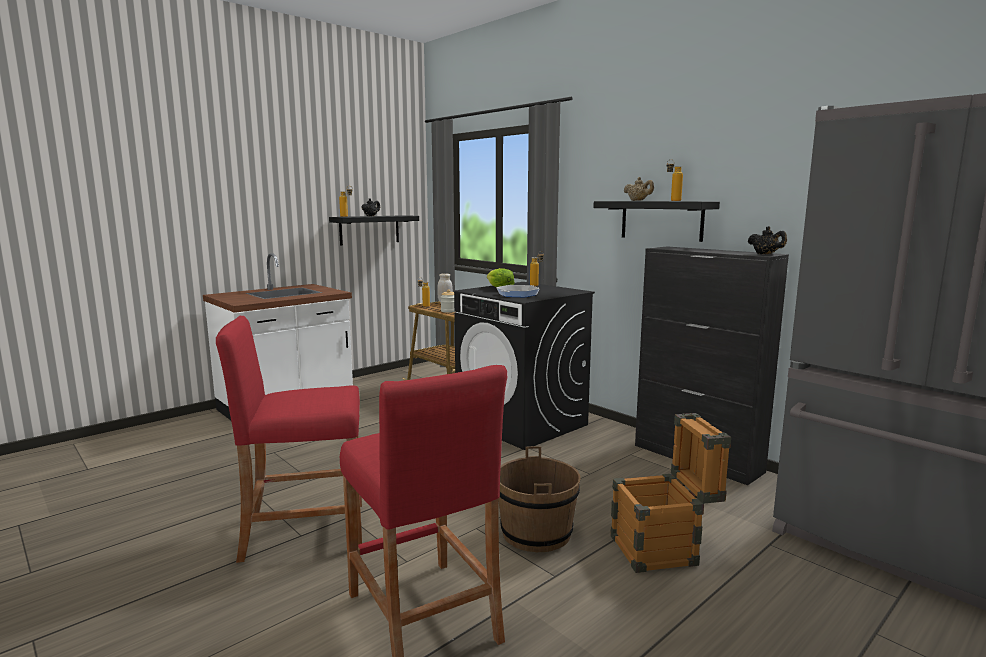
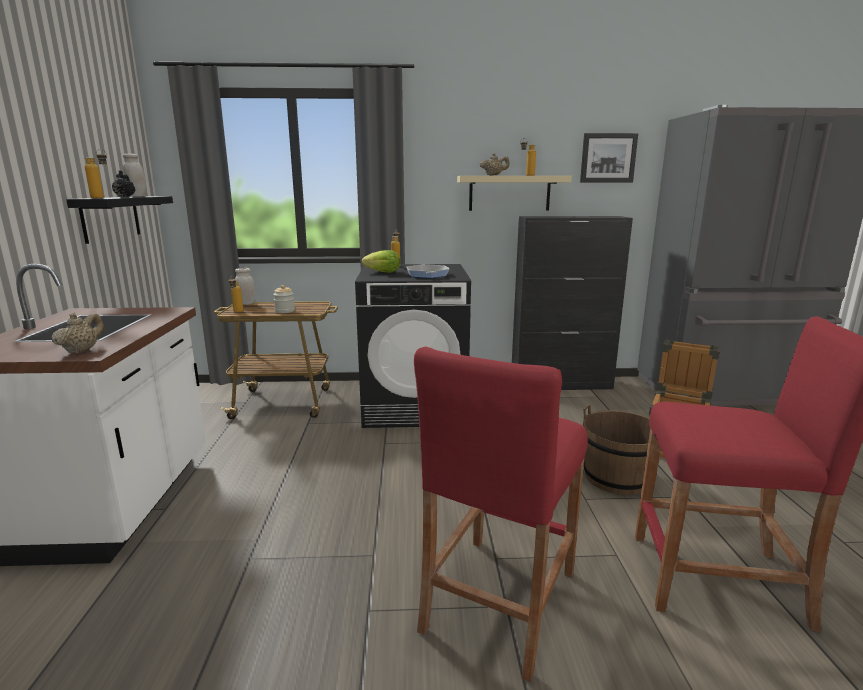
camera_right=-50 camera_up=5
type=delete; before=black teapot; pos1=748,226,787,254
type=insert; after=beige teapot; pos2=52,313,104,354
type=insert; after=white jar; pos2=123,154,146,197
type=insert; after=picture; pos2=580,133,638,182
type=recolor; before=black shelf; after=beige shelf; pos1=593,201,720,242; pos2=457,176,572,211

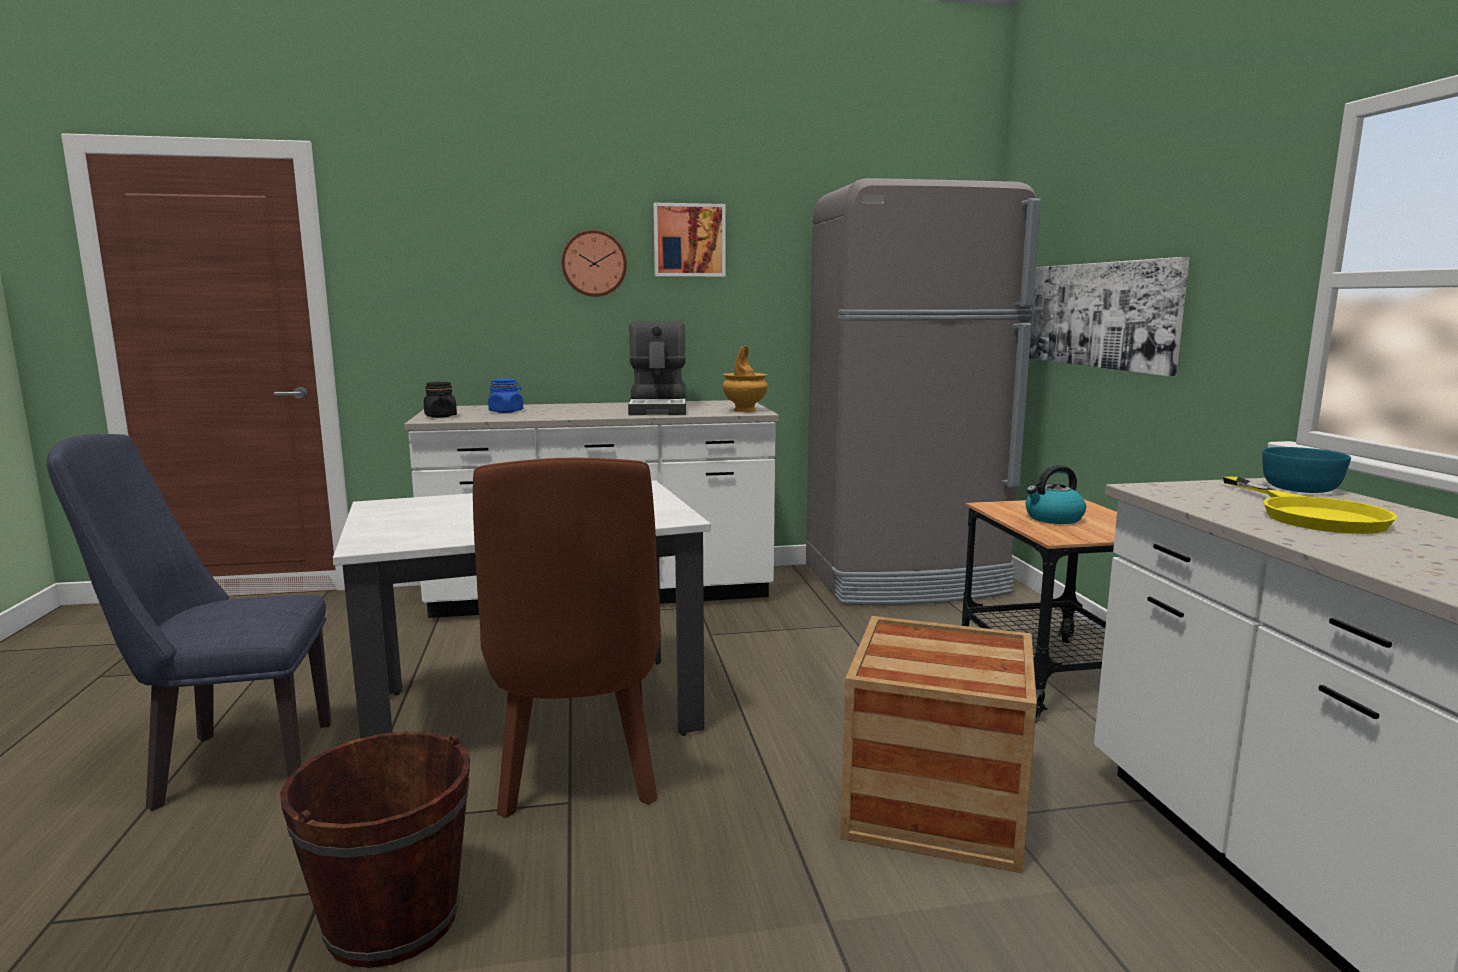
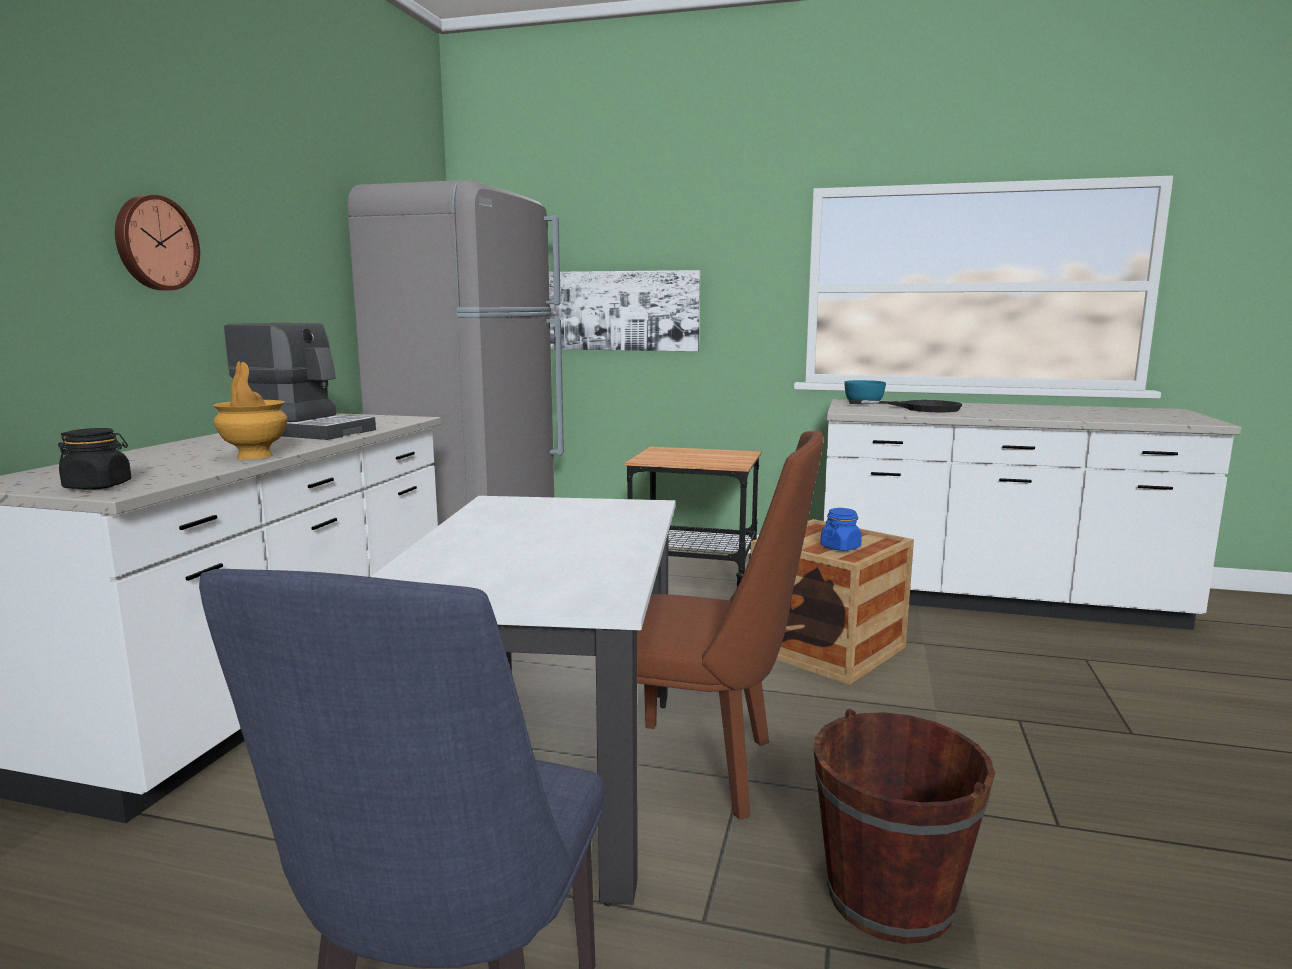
camera_right=-65 camera_up=0
type=delete; before=picture; pos1=653,203,725,277
type=delete; before=kettle; pos1=1026,465,1086,524
type=move; before=blue jar; pos1=488,378,523,413; pos2=821,508,862,551
type=move; before=brown vase; pos1=722,346,768,412; pos2=213,361,288,459
type=recolor; before=yellow frying pan; after=black frying pan; pos1=1223,477,1397,534; pos2=849,400,962,412

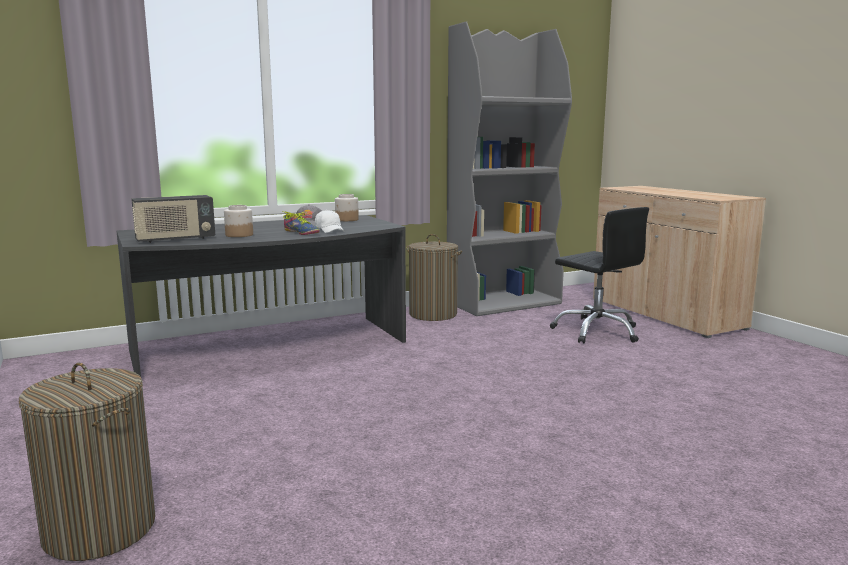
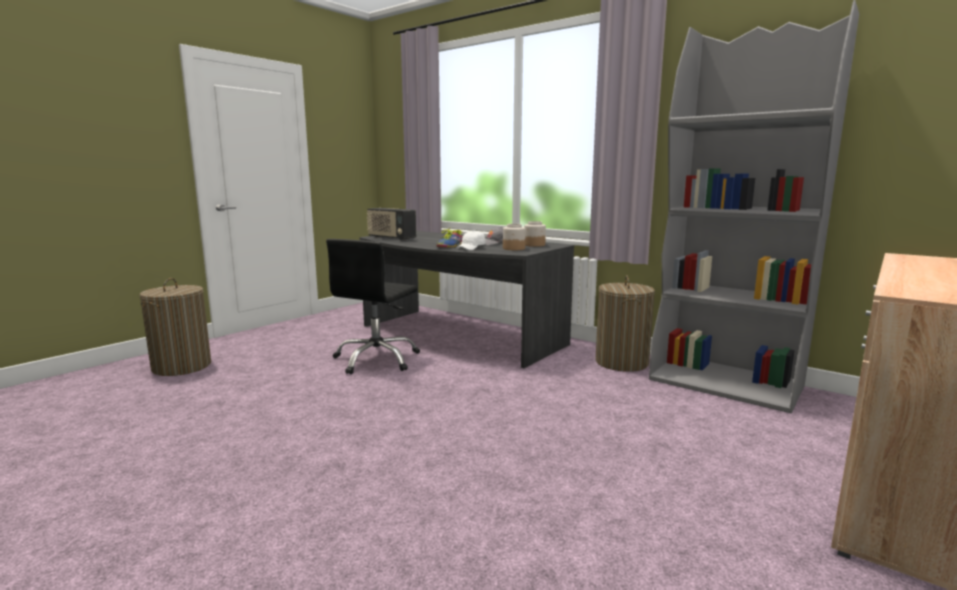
camera_right=65 camera_up=0
type=move; before=jar; pos1=224,205,253,237; pos2=503,224,526,250
type=move; before=black office chair; pos1=550,207,649,343; pos2=326,239,420,374

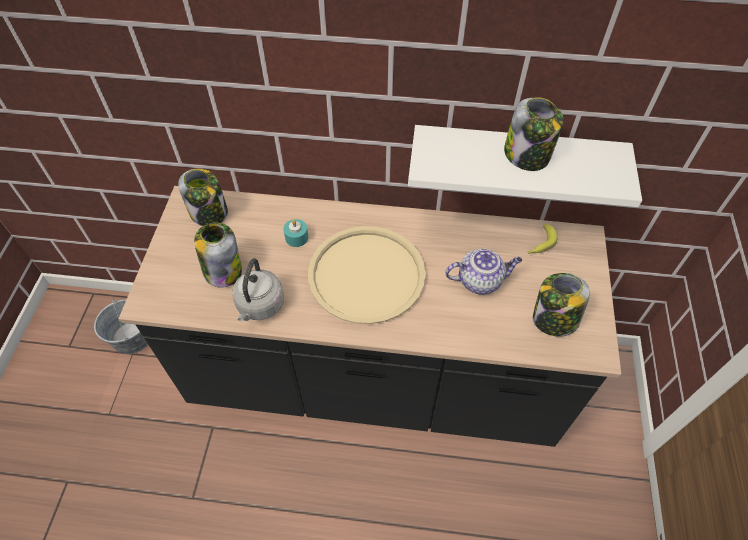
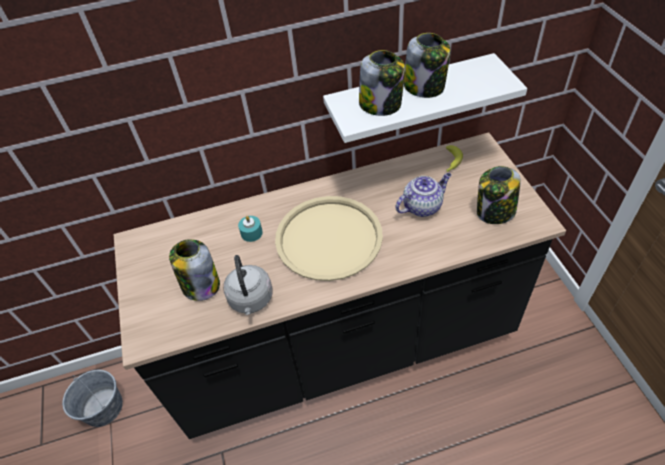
camera_right=-20 camera_up=-5
type=move; before=jar; pos1=178,169,228,226; pos2=359,50,405,116

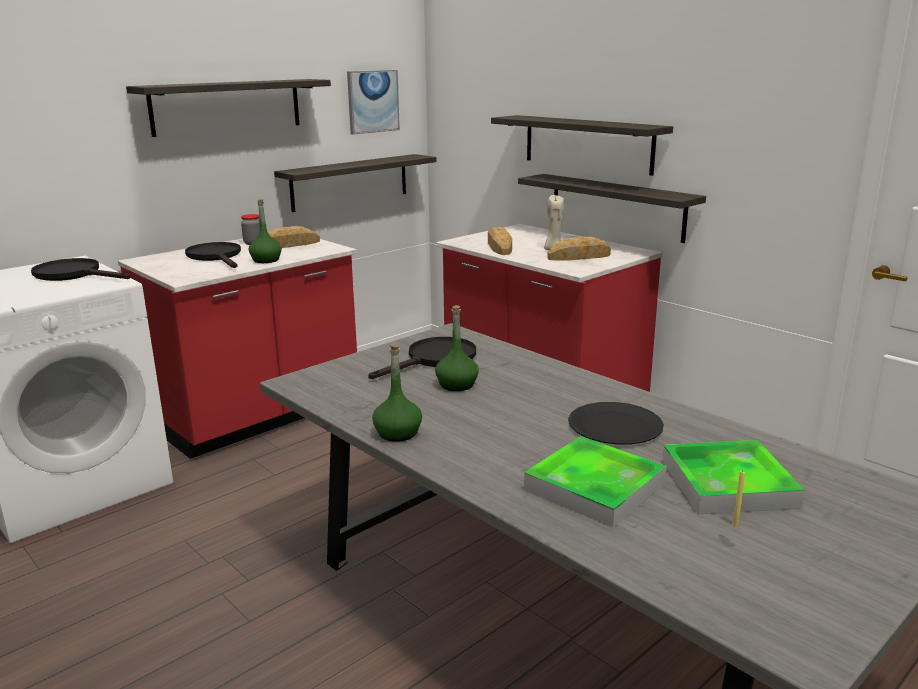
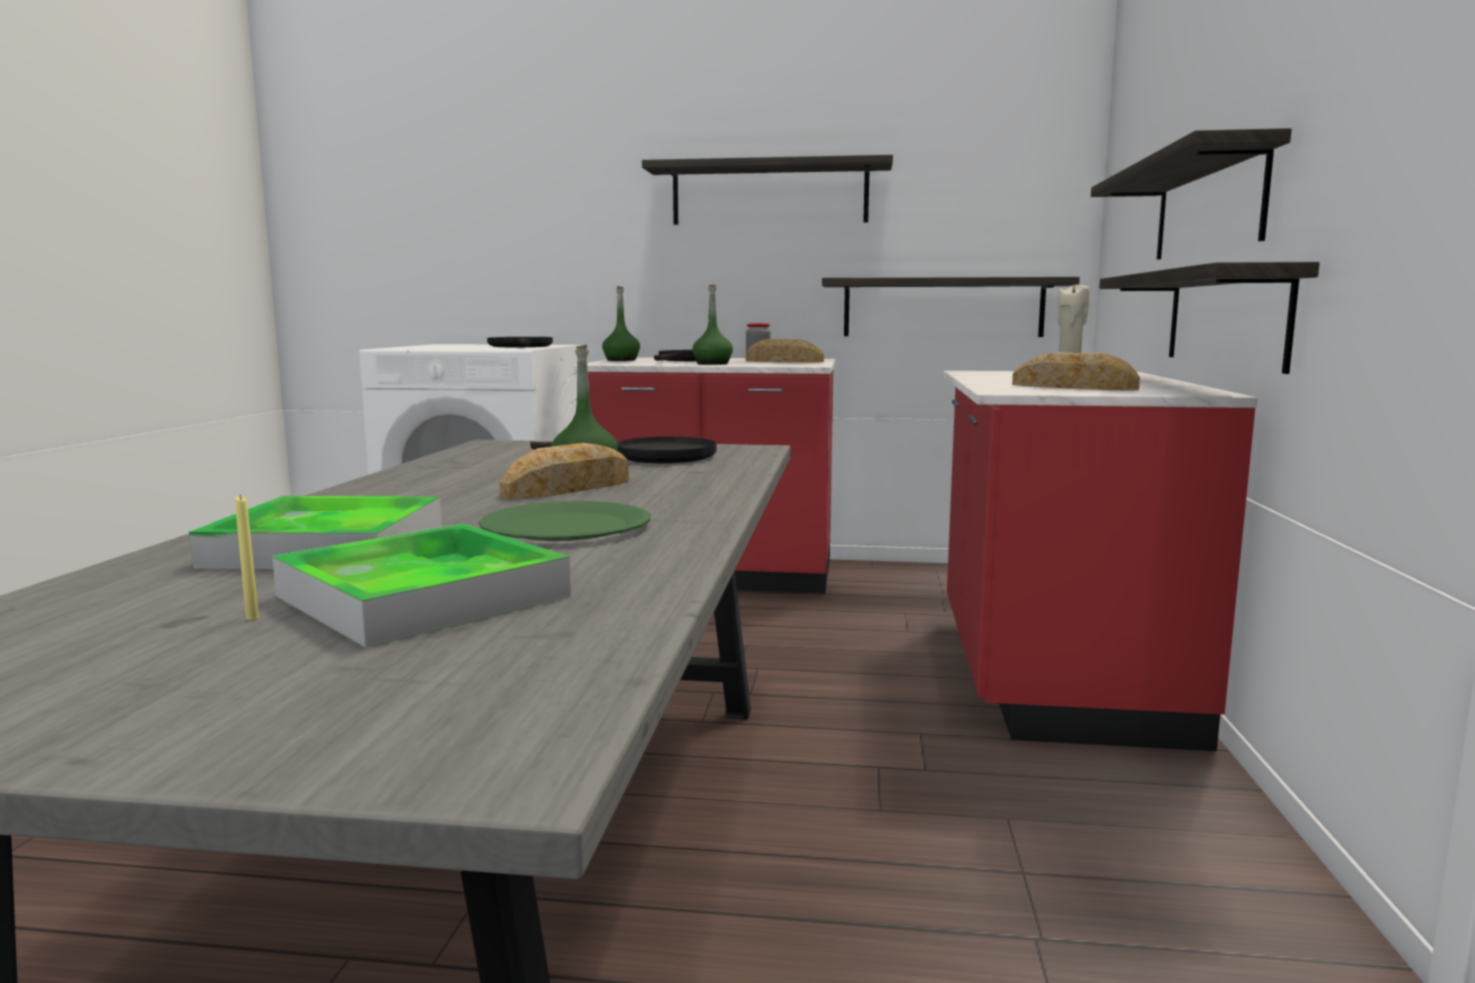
camera_right=50 camera_up=-10
type=delete; before=picture; pos1=347,70,400,135
type=move; before=green bottle; pos1=372,344,422,442; pos2=602,286,640,361
type=move; before=bread; pos1=488,227,512,255; pos2=500,443,629,499
type=recolor; before=black plate; after=green plate; pos1=568,402,664,445; pos2=479,501,651,541

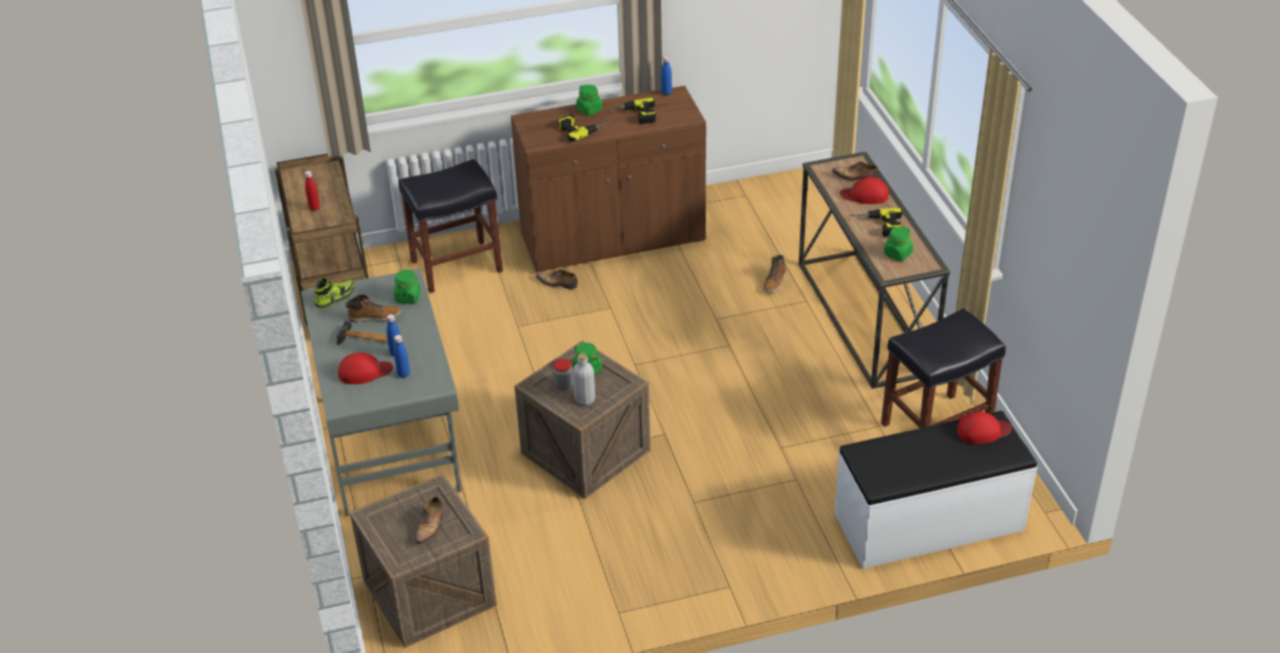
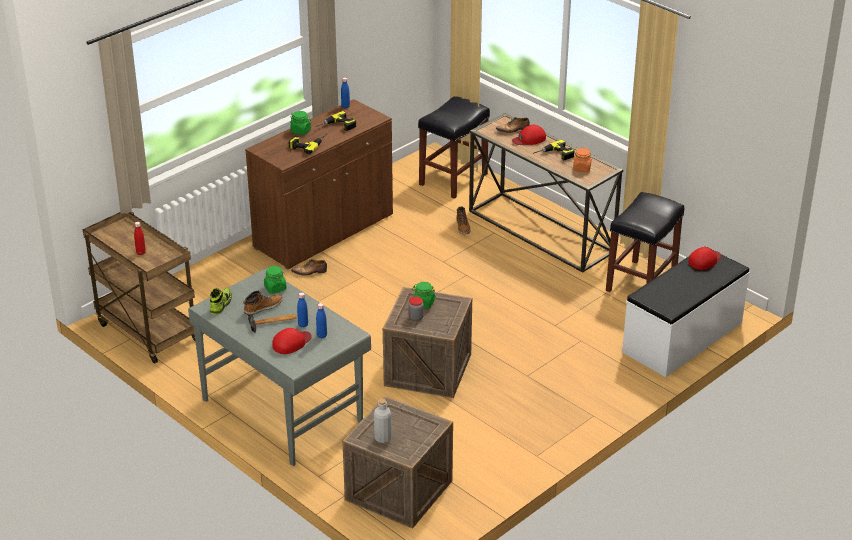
camera_right=-30 camera_up=-5
type=delete; before=shoe; pos1=415,497,444,544
type=move; before=black stool; pos1=398,159,503,293; pos2=418,96,490,199
type=move; before=grey bottle; pos1=573,353,595,405; pos2=374,399,392,443
type=recolor; before=green jar; after=orange jar; pos1=884,227,913,261; pos2=573,147,591,172

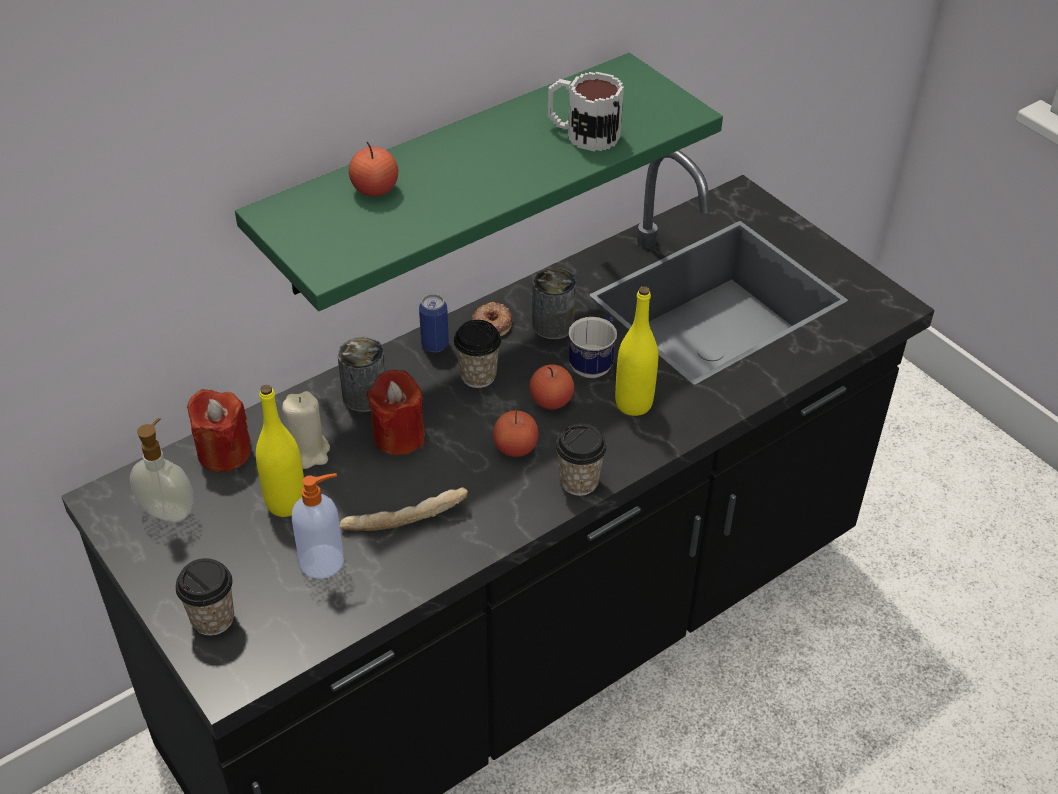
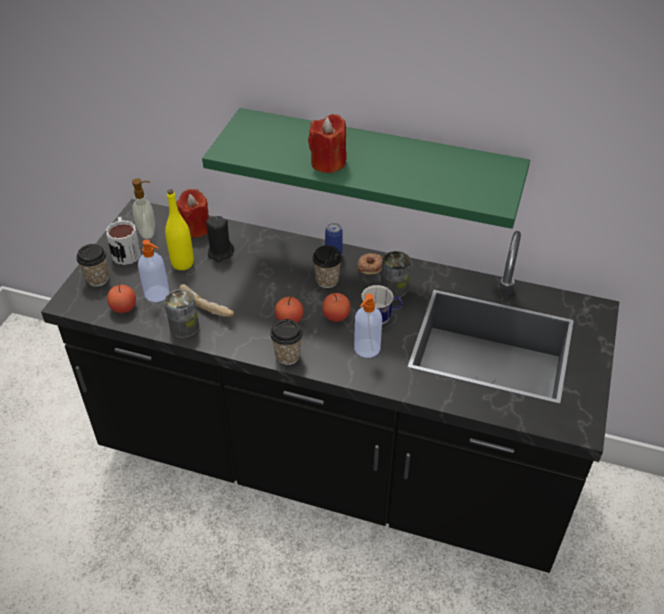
camera_right=55 camera_up=0
type=move; before=can; pos1=337,337,385,412; pos2=164,289,199,338
type=move; before=apple; pos1=349,142,398,197; pos2=107,285,136,313
type=move; before=red candle; pos1=367,370,425,455; pos2=308,114,347,174
type=move; before=mug; pos1=548,72,624,152; pos2=106,217,141,265
type=replace; before=yellow bottle; after=soap dispenser; pos1=615,286,658,416; pos2=354,294,382,358
type=recolor; before=beige candle; after=black candle; pos1=282,391,330,469; pos2=206,216,234,262

